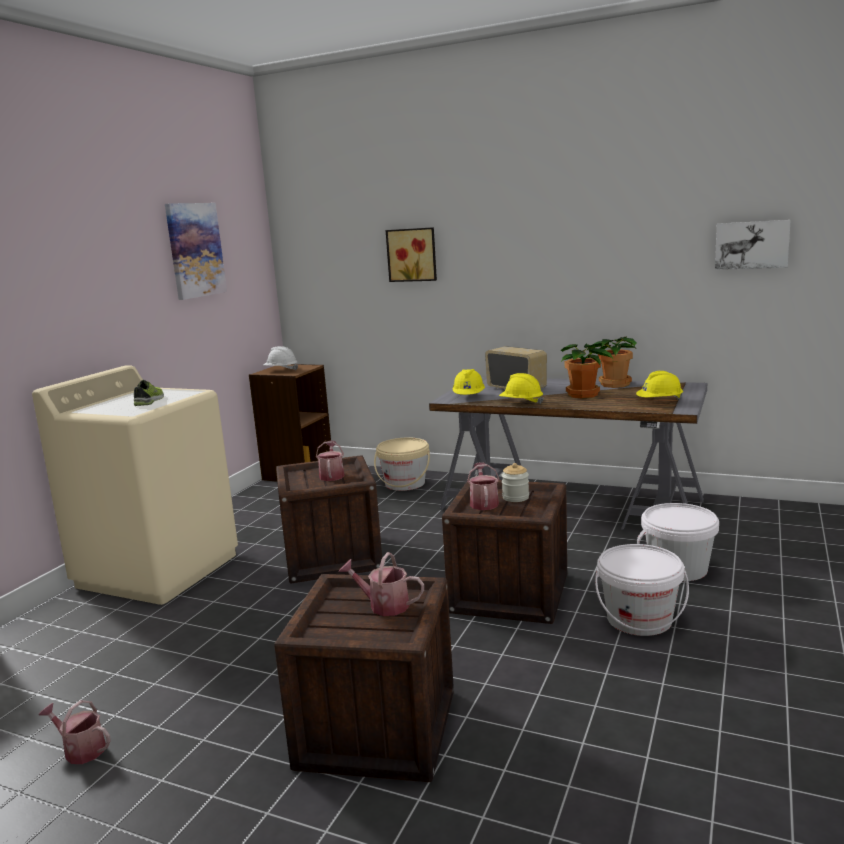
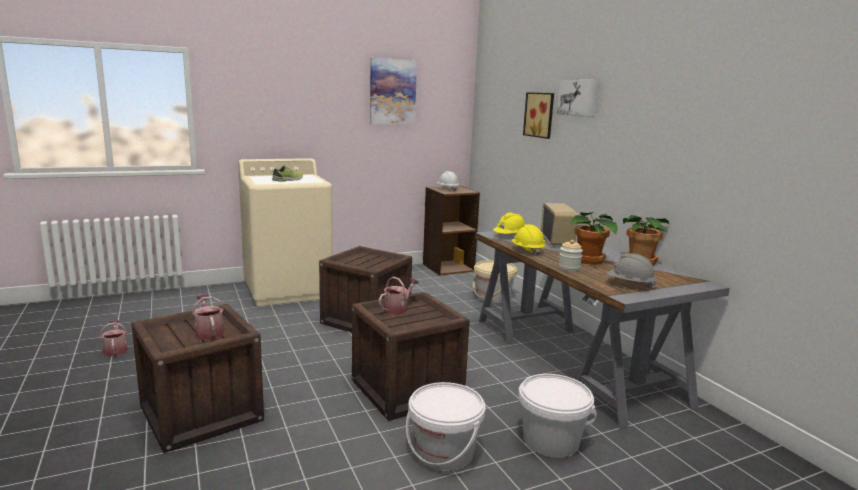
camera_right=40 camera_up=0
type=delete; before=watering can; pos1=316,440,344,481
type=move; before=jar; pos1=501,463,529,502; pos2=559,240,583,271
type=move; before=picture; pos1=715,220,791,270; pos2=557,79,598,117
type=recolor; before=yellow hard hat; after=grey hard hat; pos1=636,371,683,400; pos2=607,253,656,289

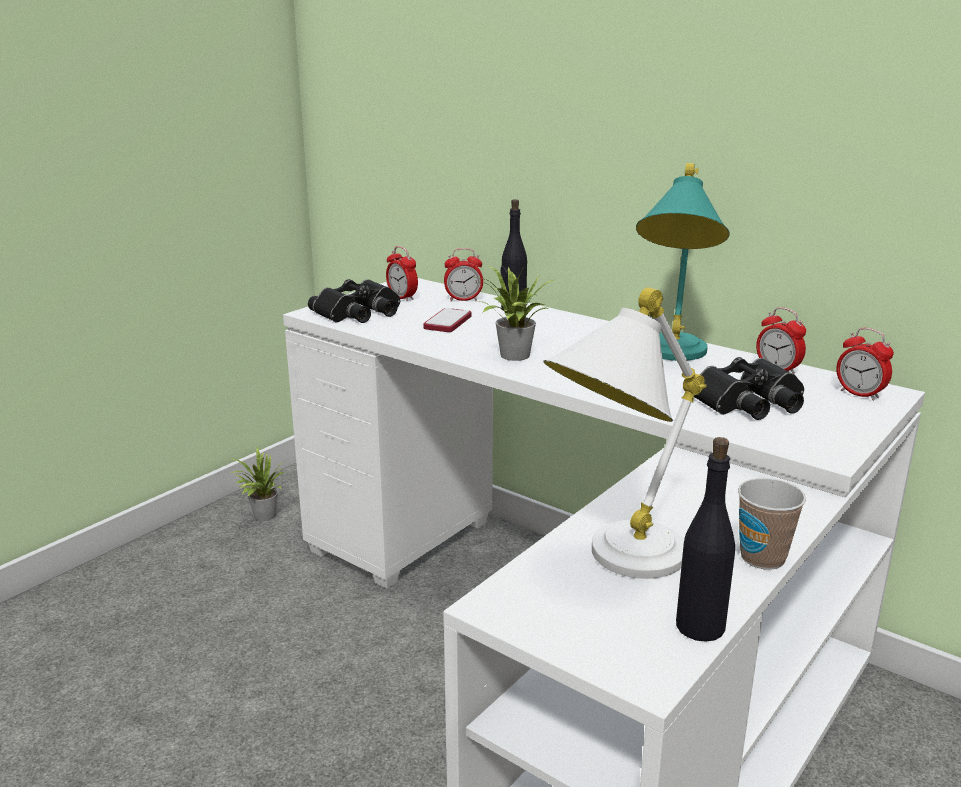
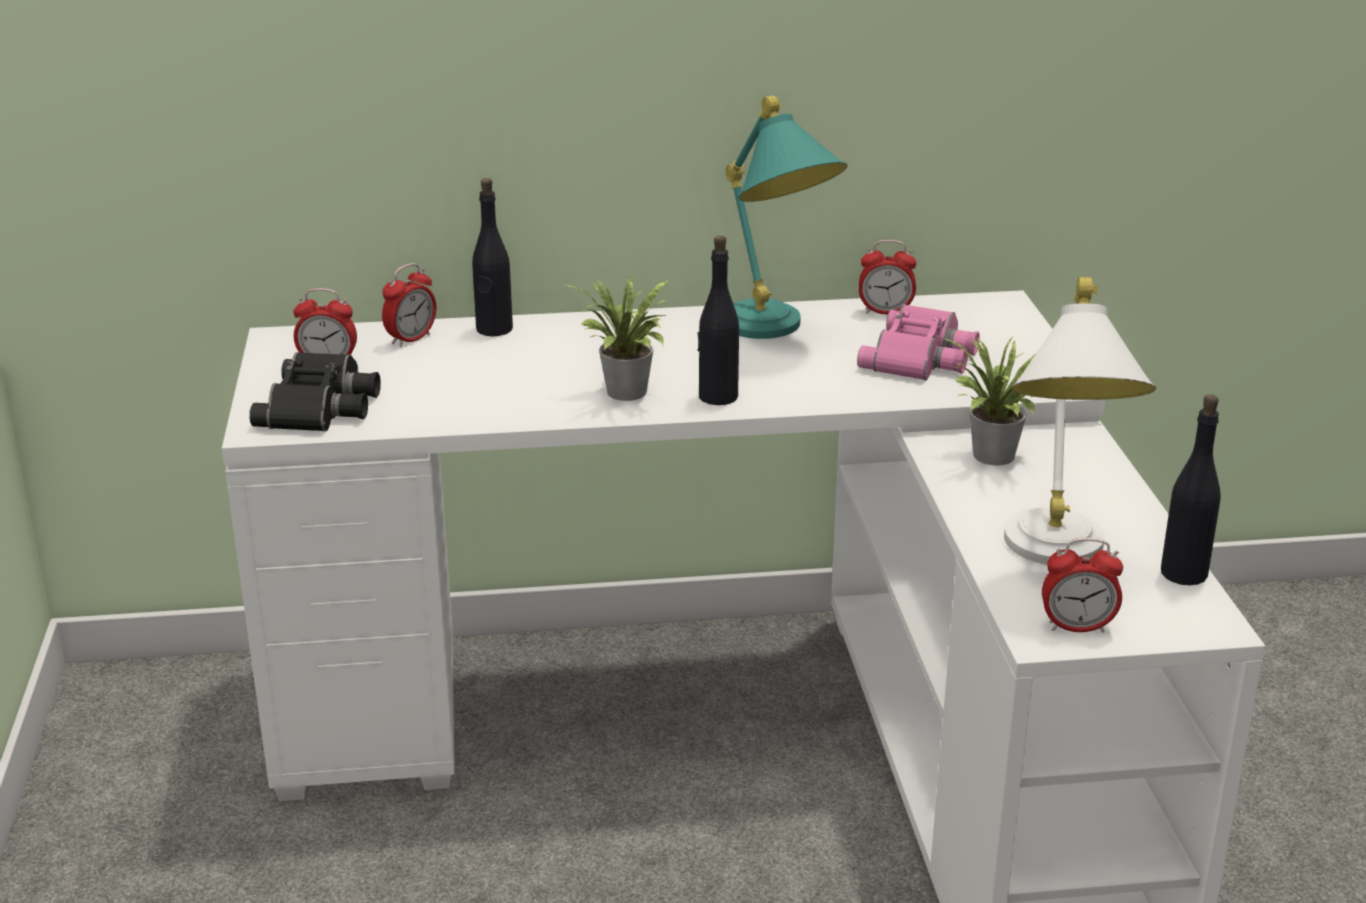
camera_right=-45 camera_up=5
type=delete; before=phone; pos1=423,308,471,332
type=delete; before=cup; pos1=738,478,806,569
type=insert; after=black bottle; pos2=697,236,739,405
type=move; before=potted plant; pos1=231,448,285,521; pos2=939,336,1035,465
type=move; before=alarm clock; pos1=836,328,894,401; pos2=1042,538,1123,633
type=recolor; before=black binoculars; after=pink binoculars; pos1=683,357,804,420; pos2=857,304,980,380

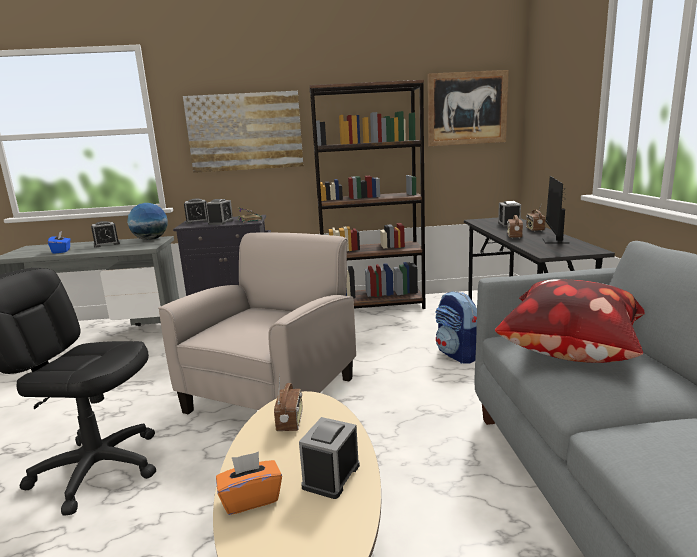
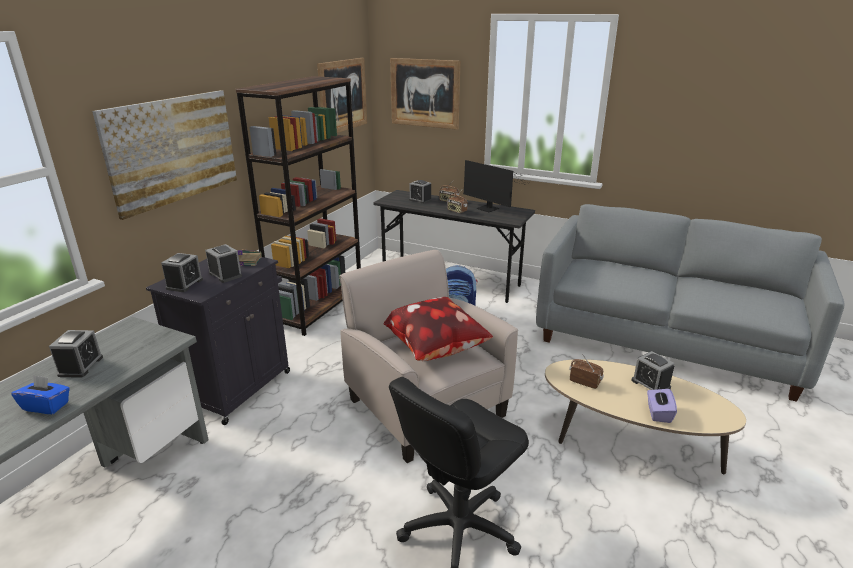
camera_right=-60 camera_up=10
type=delete; before=globe; pos1=127,203,168,240
type=insert; after=picture; pos2=390,58,460,130
type=move; before=pillow; pos1=495,279,645,363; pos2=383,297,493,361
type=recolor; before=orange tissue box; after=purple tissue box; pos1=216,452,282,515; pos2=647,387,677,423

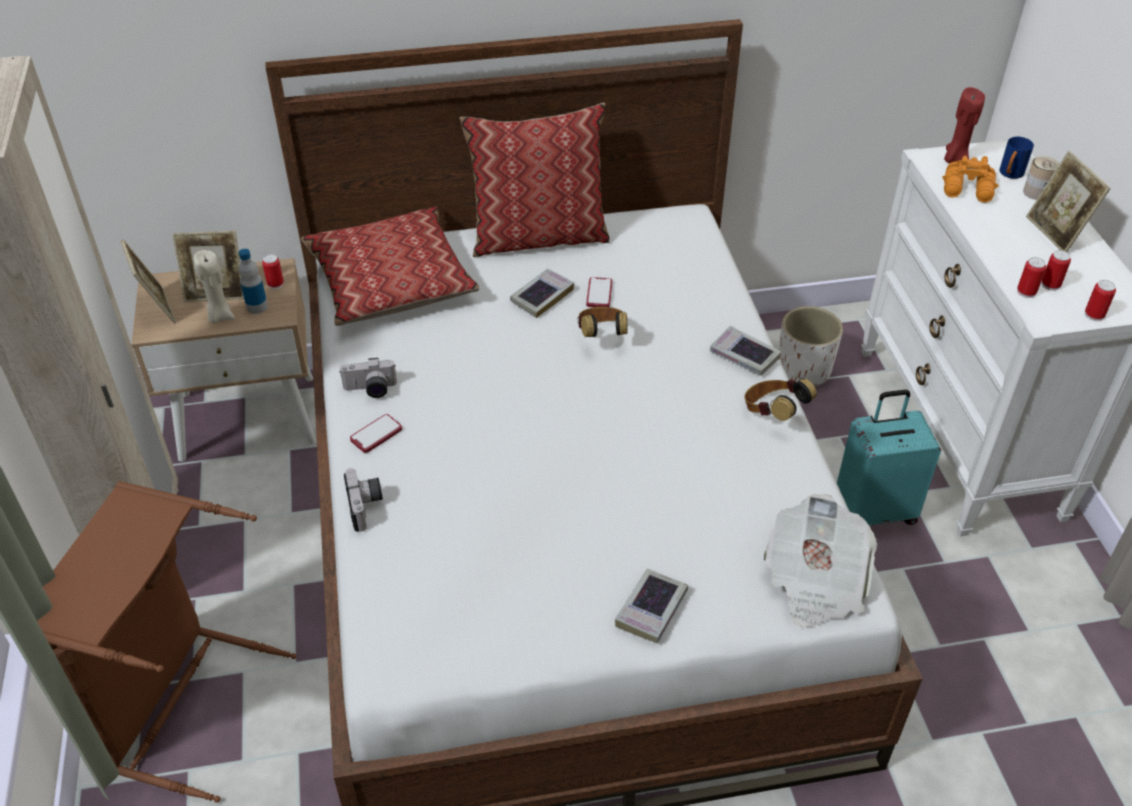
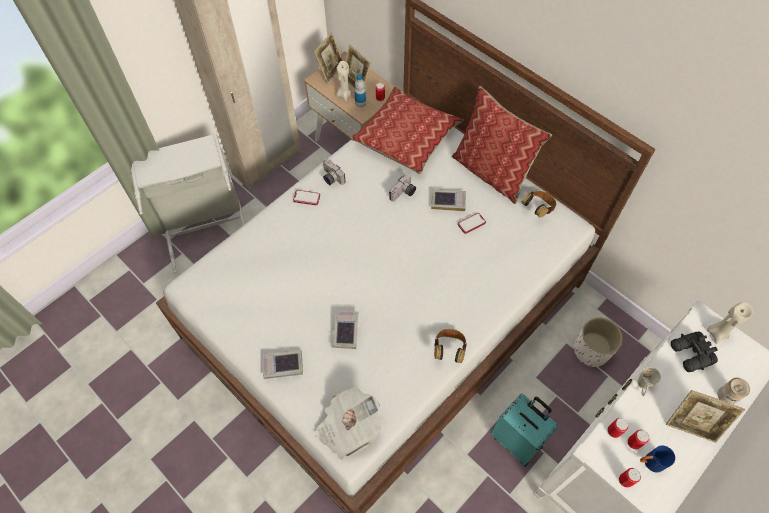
camera_right=55 camera_up=15
type=insert; after=white mug; pos2=638,367,661,396
type=move; before=photo camera; pos1=344,468,383,532; pos2=389,174,416,202
type=move; before=headphones; pos1=578,307,627,337; pos2=522,191,556,217
type=move; before=book; pos1=710,326,781,376; pos2=332,311,358,349
type=move; before=blue mug; pos1=999,137,1034,179; pos2=640,445,675,473
type=recolor; before=brown laundry basket; after=grey laundry basket; pos1=37,481,297,803; pos2=131,133,246,273
type=recolor; before=orange binoculars; after=black binoculars; pos1=942,155,999,203; pos2=671,331,718,372
type=recolor; before=red candle; after=beige candle; pos1=944,87,985,163; pos2=707,302,753,344
type=rotate; before=picture frame; pos1=1026,151,1111,252; pos2=666,390,745,443; turn=-105

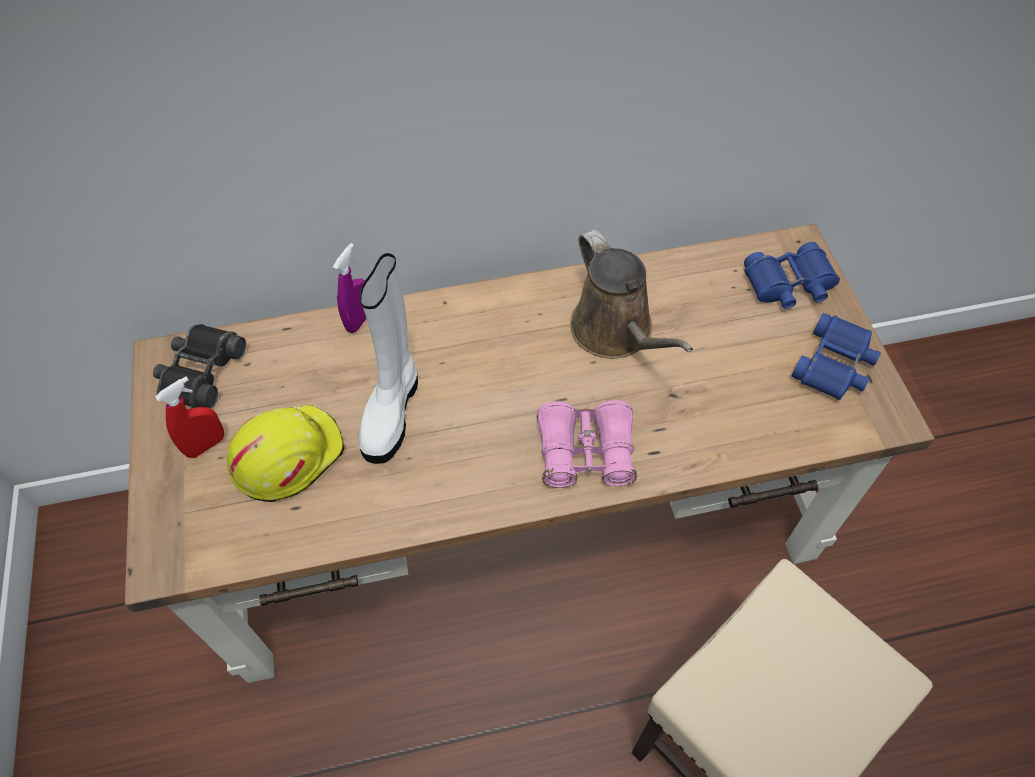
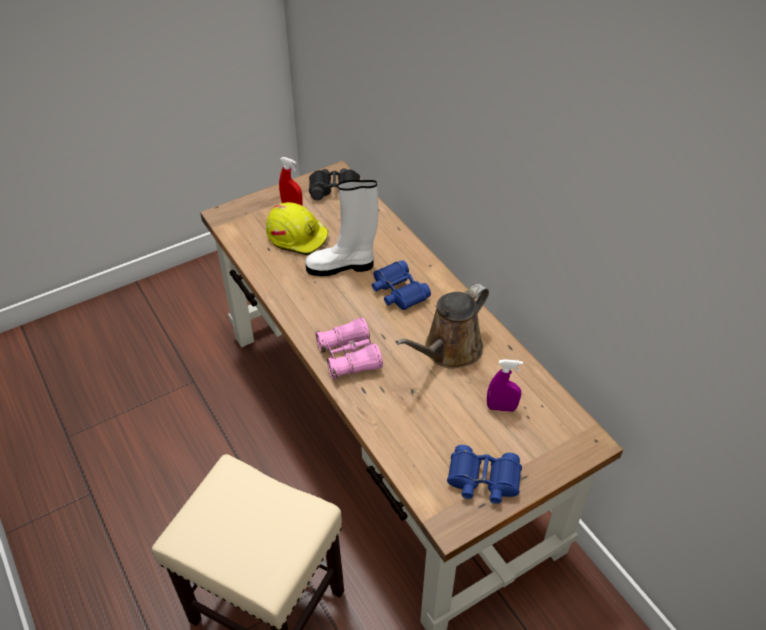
camera_right=70 camera_up=-10
type=move; before=purple spray bottle; pos1=333,243,366,333; pos2=487,359,523,412
type=move; before=blue binoculars; pos1=744,242,840,309; pos2=372,260,431,310

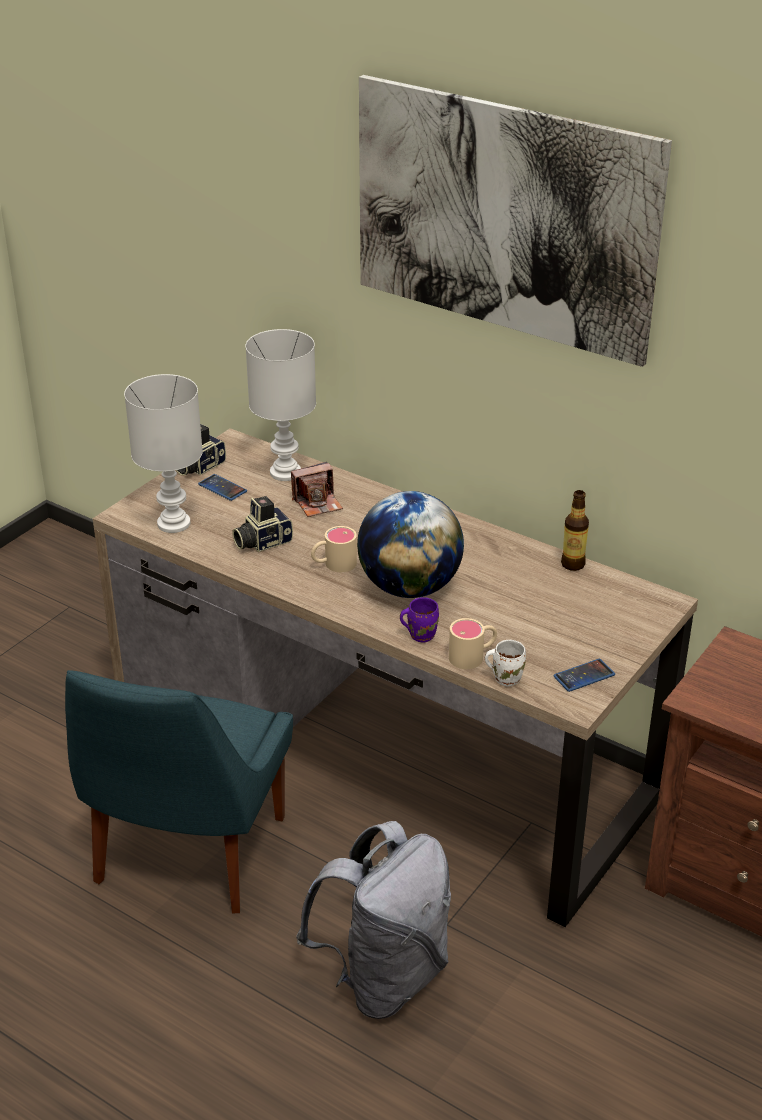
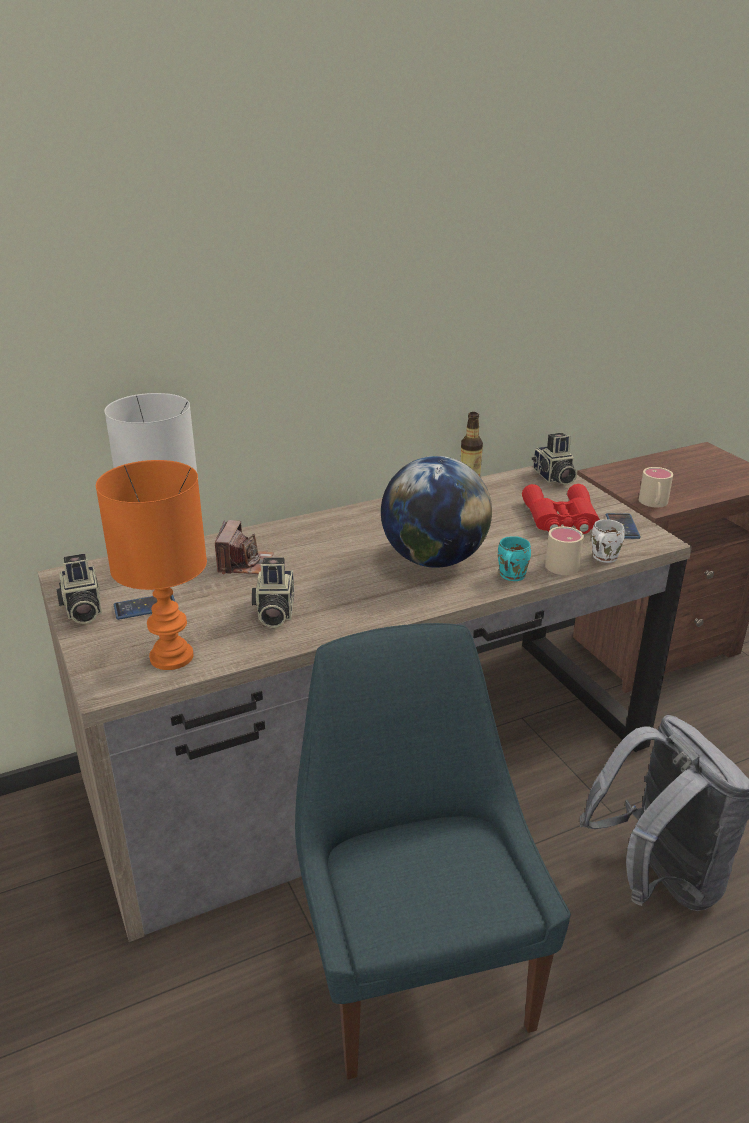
camera_right=-60 camera_up=-5
type=delete; before=picture; pos1=359,75,672,367
type=insert; after=red binoculars; pos2=522,484,600,534
type=insert; after=photo camera; pos2=532,433,577,485
type=move; before=beige mug; pos1=311,526,357,572; pos2=639,467,673,507
type=recolor; before=white table lamp; after=orange table lamp; pos1=124,374,203,533; pos2=96,460,207,670
type=recolor; before=purple mug; after=turquoise mug; pos1=400,597,439,642; pos2=498,536,531,581
type=rotate; before=blue chair; pos1=65,670,293,913; pos2=295,623,571,1080; turn=-150

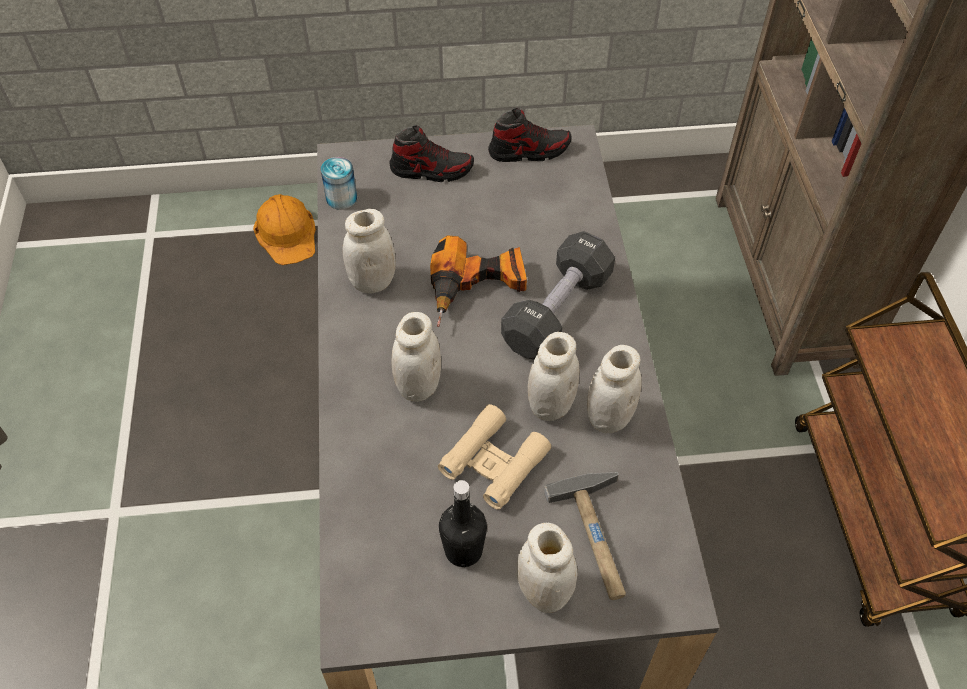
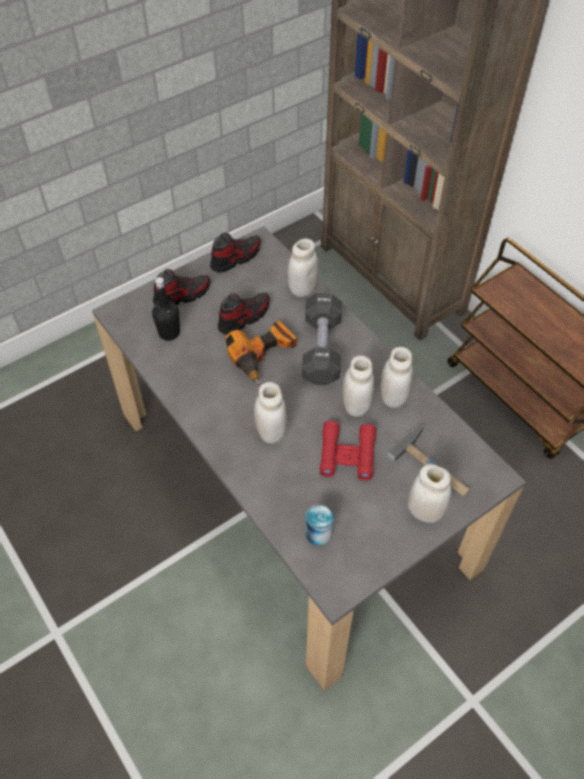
camera_right=-30 camera_up=0
type=delete; before=orange hard hat; pos1=253,194,316,265
type=insert; after=shoe; pos2=218,292,270,335
type=move; before=can; pos1=321,157,357,210; pos2=306,504,334,546
type=move; before=white jar; pos1=343,209,396,294; pos2=287,238,319,297
type=move; before=black bottle; pos1=439,480,487,567; pos2=152,277,180,341
type=recolor; before=beige binoculars; after=red binoculars; pos1=438,404,551,510; pos2=319,421,376,481

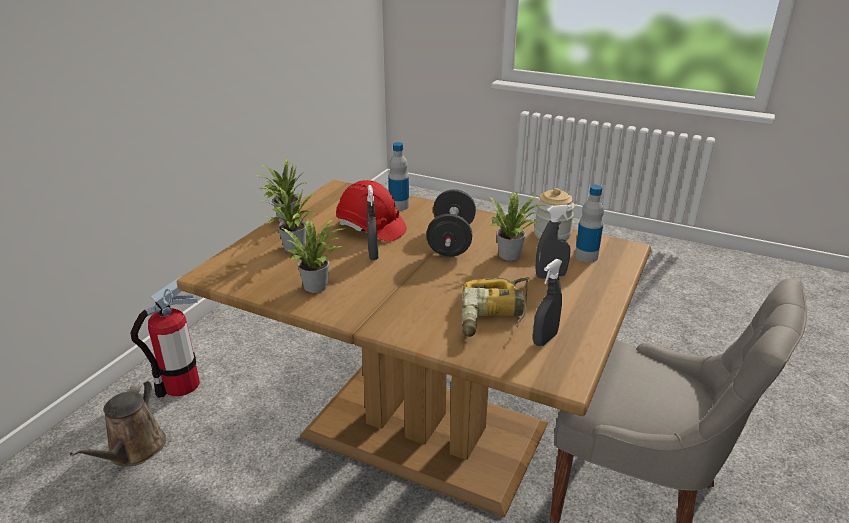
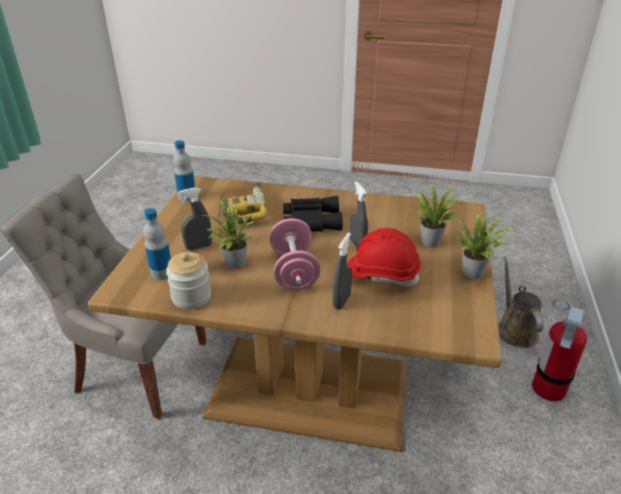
camera_right=165 camera_up=5
type=delete; before=potted plant; pos1=282,218,346,293
type=insert; after=black binoculars; pos2=283,196,343,232
type=move; before=bottle; pos1=389,142,409,211; pos2=173,140,195,202
type=move; before=grey spray bottle; pos1=533,259,562,346; pos2=333,233,352,310
type=recolor; before=black dumbbell; after=pink dumbbell; pos1=426,189,476,257; pos2=269,218,320,290

